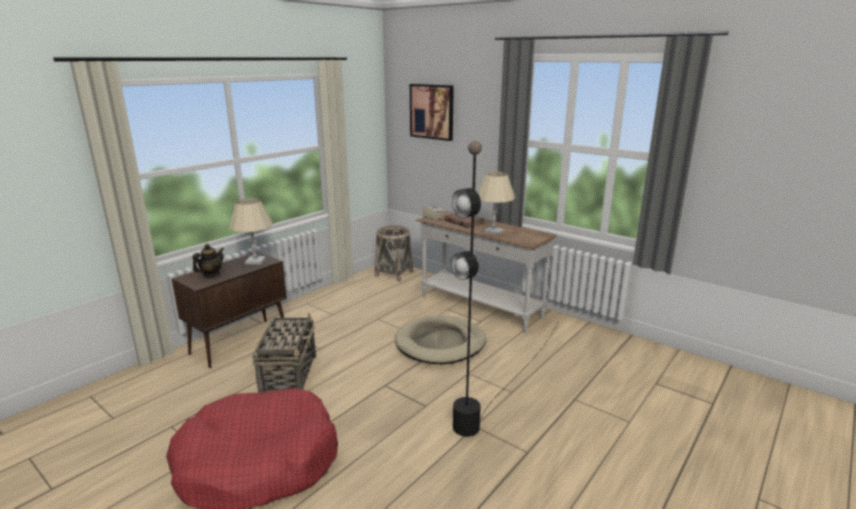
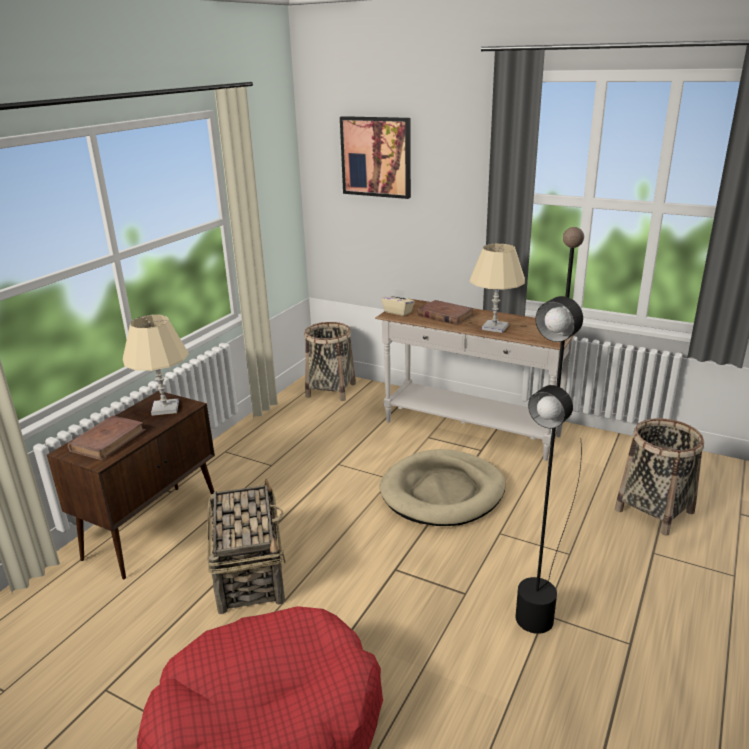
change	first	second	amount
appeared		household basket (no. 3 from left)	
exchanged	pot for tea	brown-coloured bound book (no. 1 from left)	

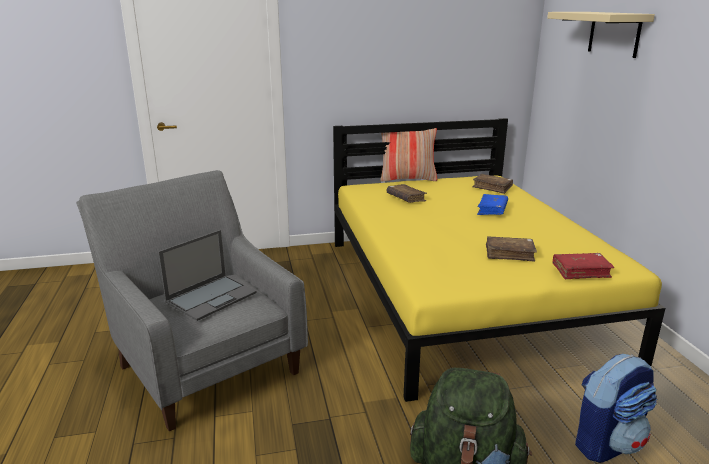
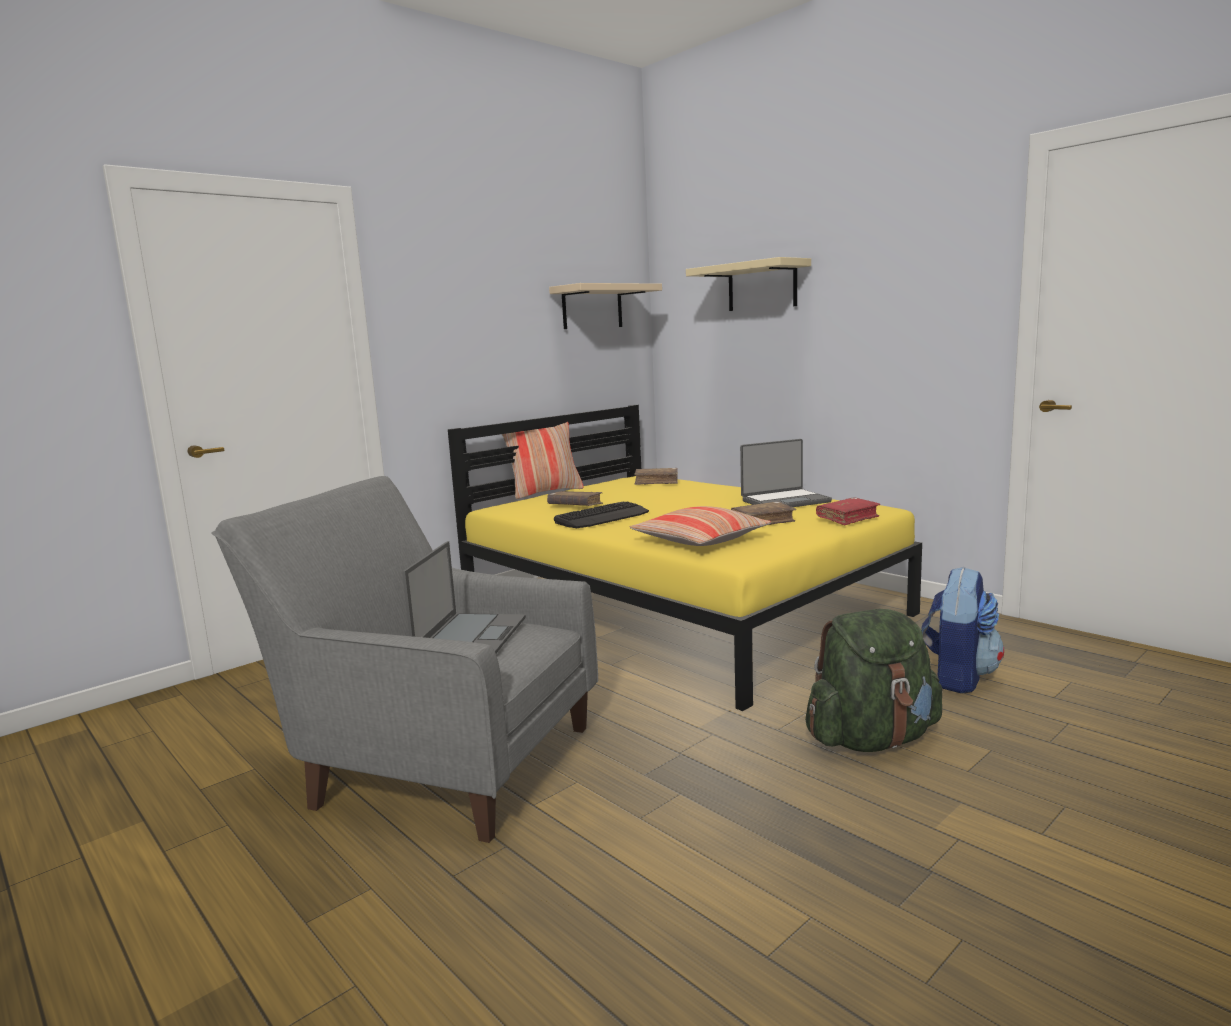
change	first	second	amount
missing	bluish bound book		
appeared		beige-coloured wall shelf (no. 1 from left)	
appeared		keyboard	
appeared		cushion (no. 2 from left)	
appeared		notebook computer (no. 2 from left)	

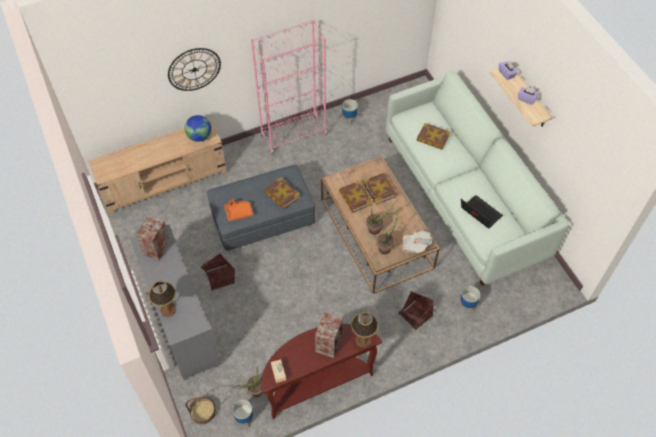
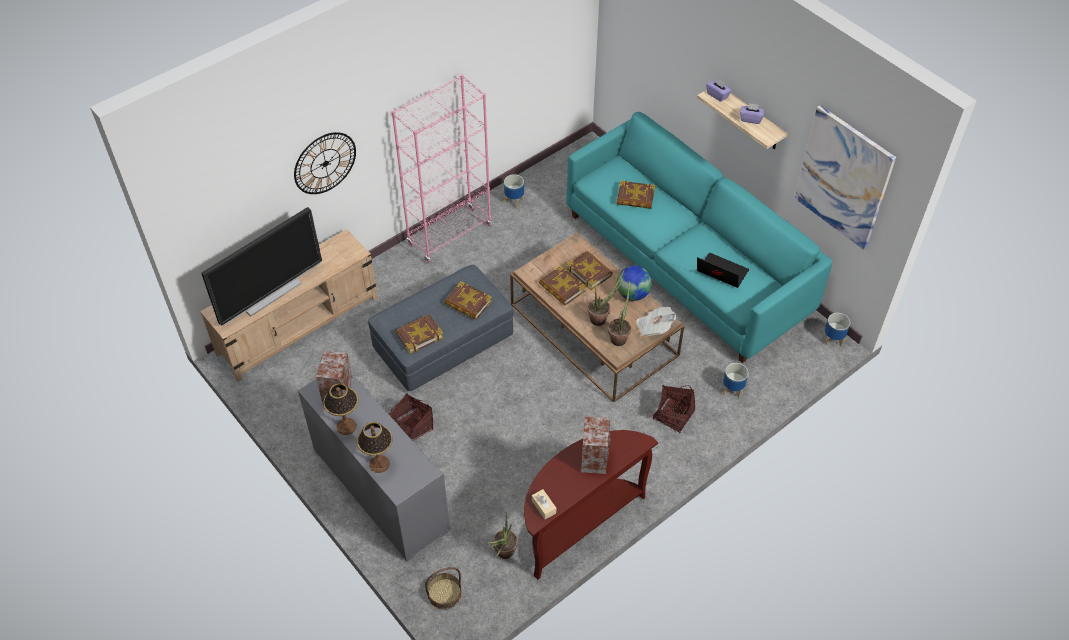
change	first	second	amount
appeared		TV set	
appeared		wall art	
relocated	world globe		
relocated	flower pot (no. 1 from left in the first image)	flower pot (no. 3 from left)	
relocated	table lamp (no. 2 from left in the first image)	table lamp (no. 1 from left)	
exchanged	orange-coloured serving tray	bound book (no. 1 from left)	
colour	white settee	turquoise-coloured settee	

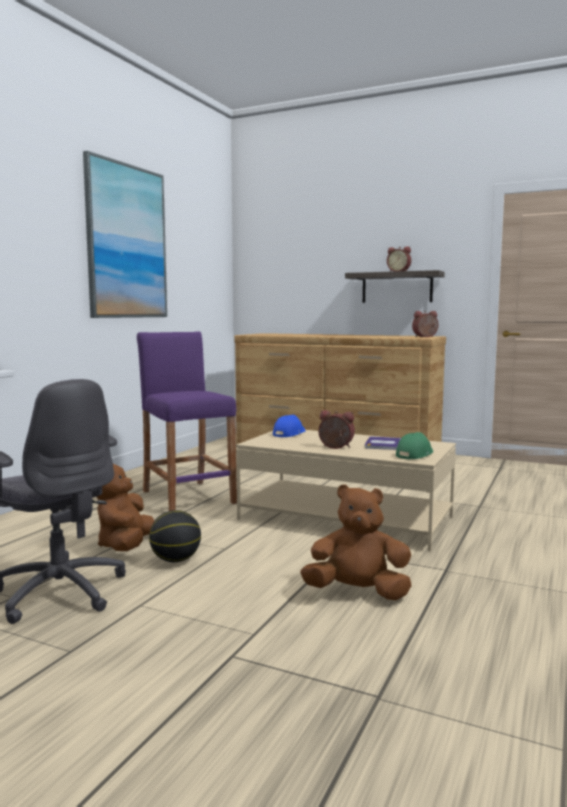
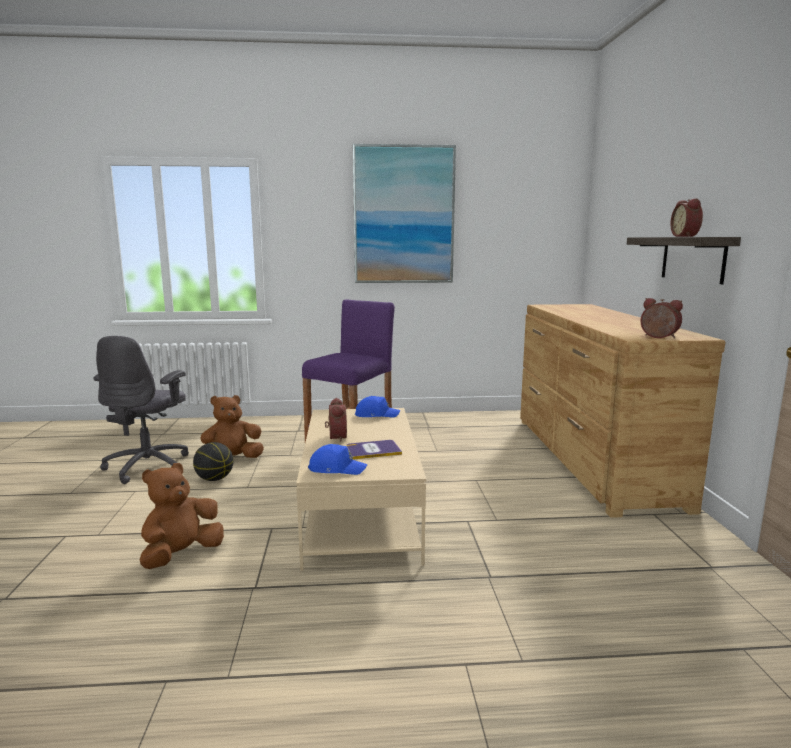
change	first	second	amount
colour	green-coloured cap	bluish cap (no. 1 from left)	
spun	brown-coloured cuddly toy (no. 2 from left in the first image)	brown-coloured cuddly toy (no. 1 from left)	120 degrees counterclockwise

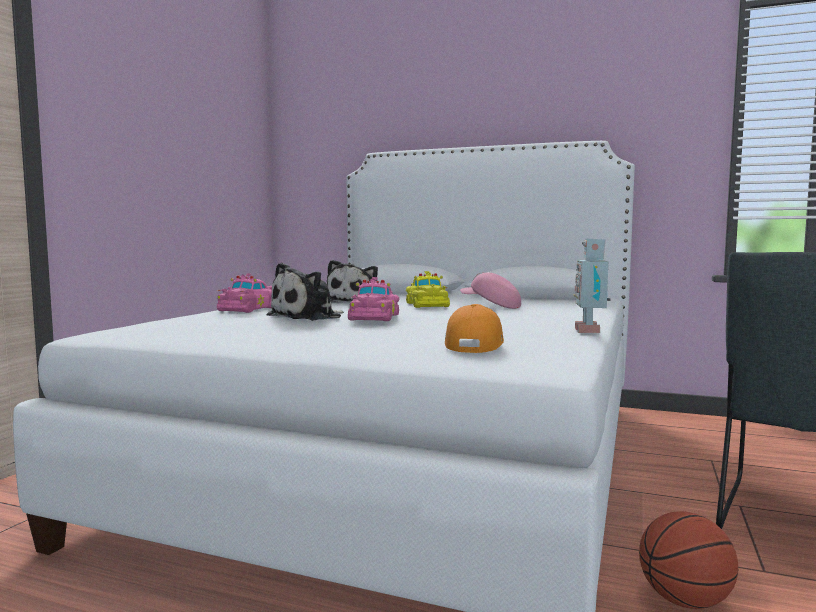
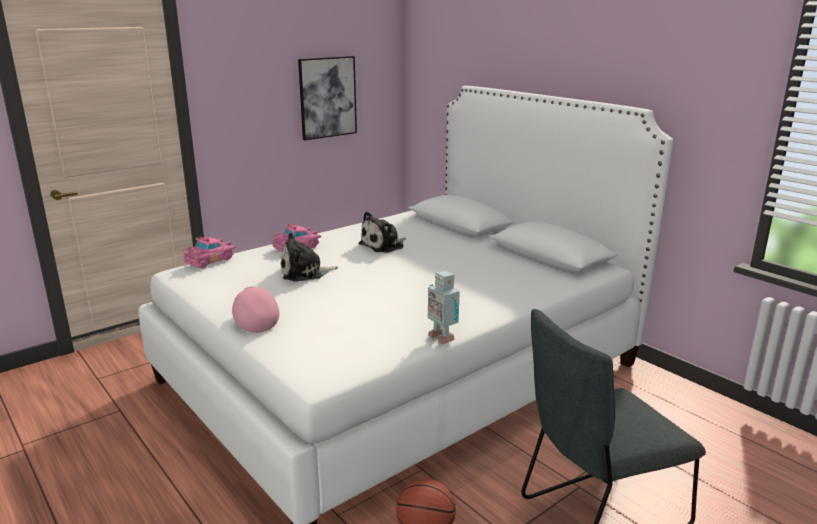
change	first	second	amount
missing	yellow-coloured miniature car		
missing	orange-coloured cap		
appeared		wall art	
relocated	pink-coloured miniature car (no. 2 from left in the first image)	pink-coloured miniature car (no. 1 from left)	
relocated	pink-coloured cap		
spun	model robot		75 degrees counterclockwise

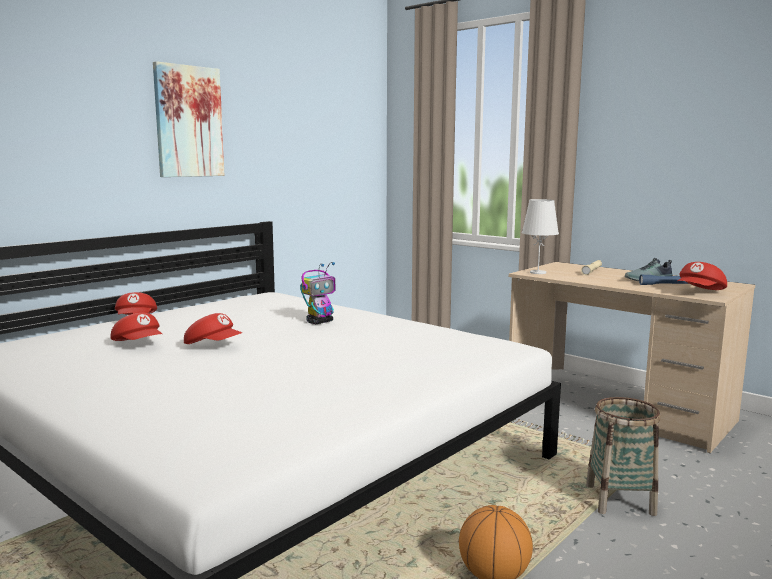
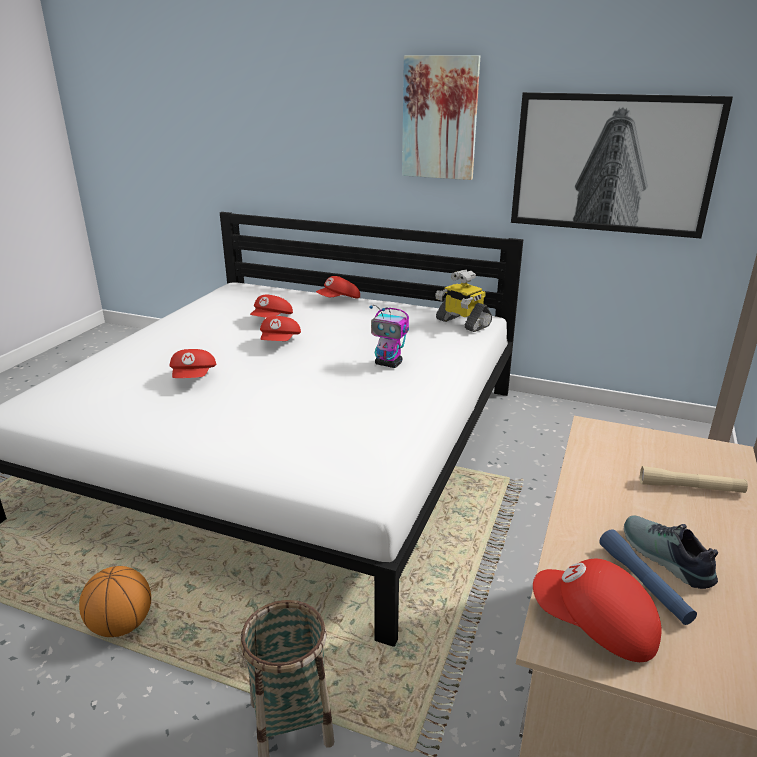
change	first	second	amount
missing	white table lamp		
appeared		reddish cap (no. 1 from left)	
appeared		model robot (no. 2 from left)	
appeared		wall art (no. 2 from left)	

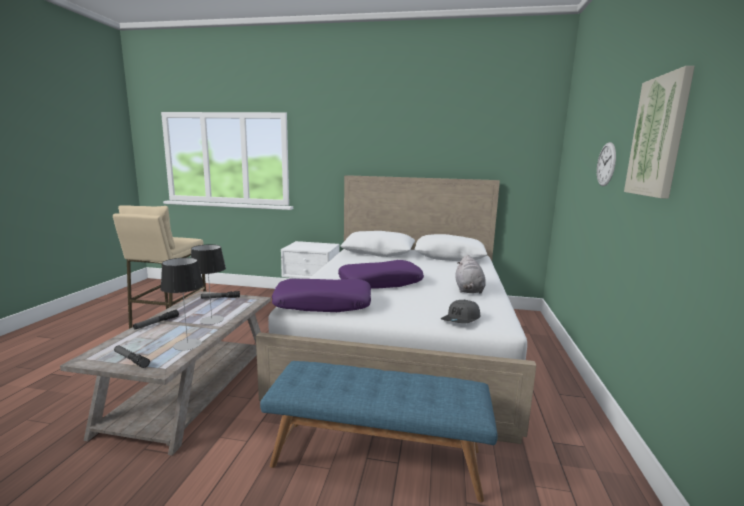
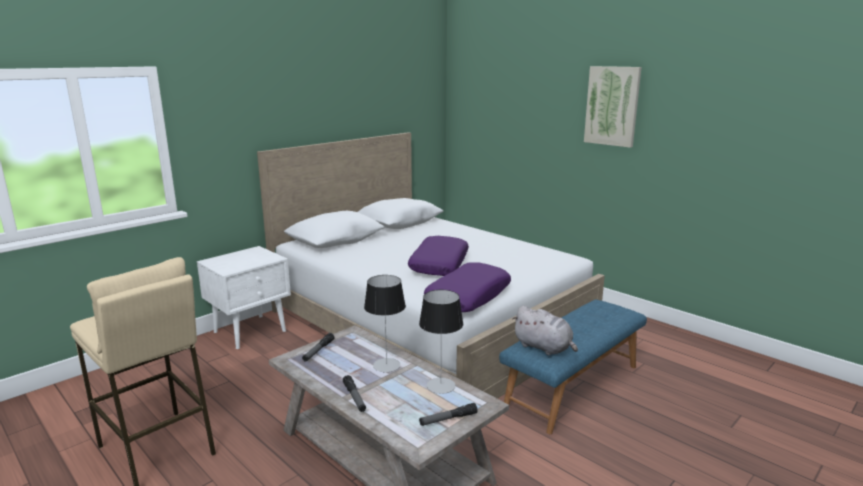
change	first	second	amount
missing	grey cap		
missing	clock on the wall		
relocated	grey cuddly toy		

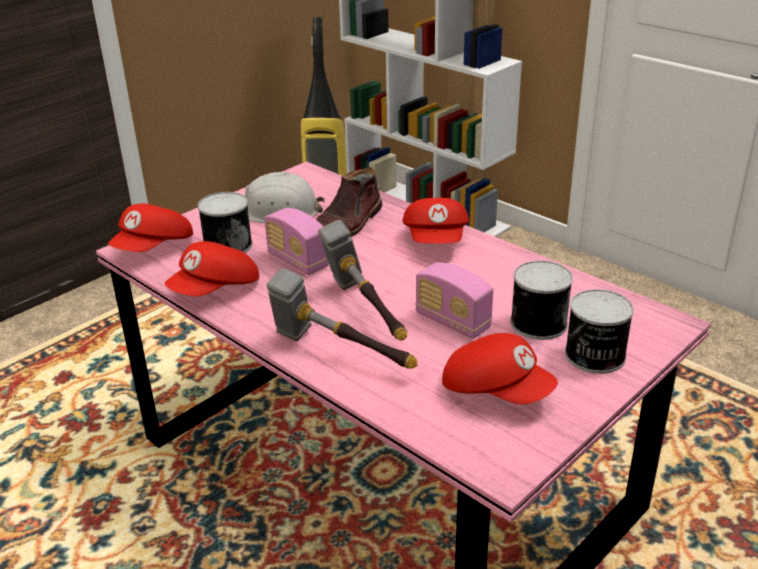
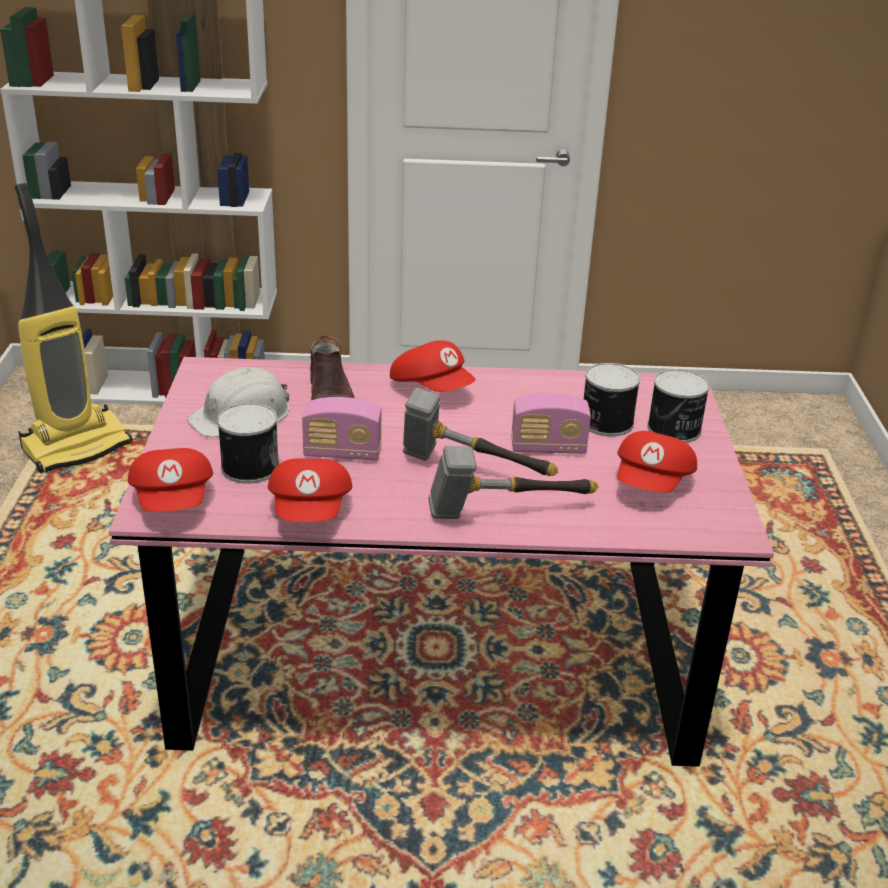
change	first	second	amount
spun	reddish cap (no. 4 from left)		120 degrees clockwise

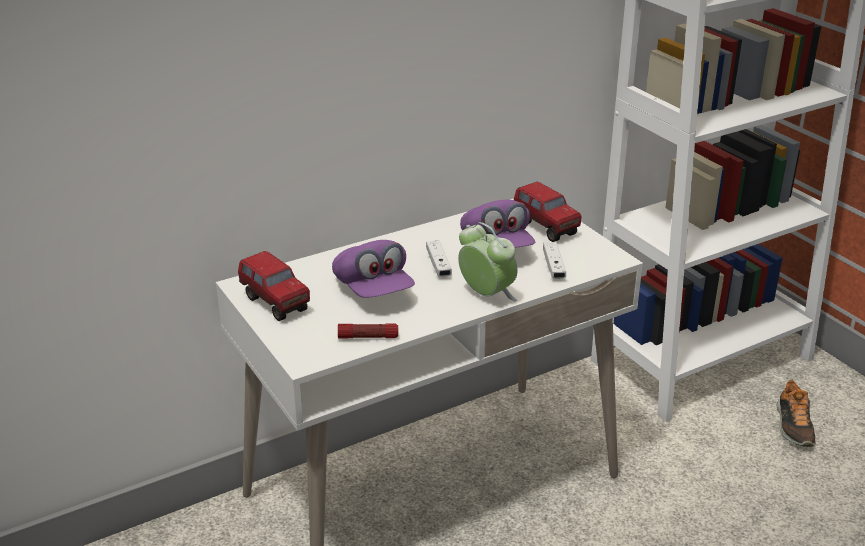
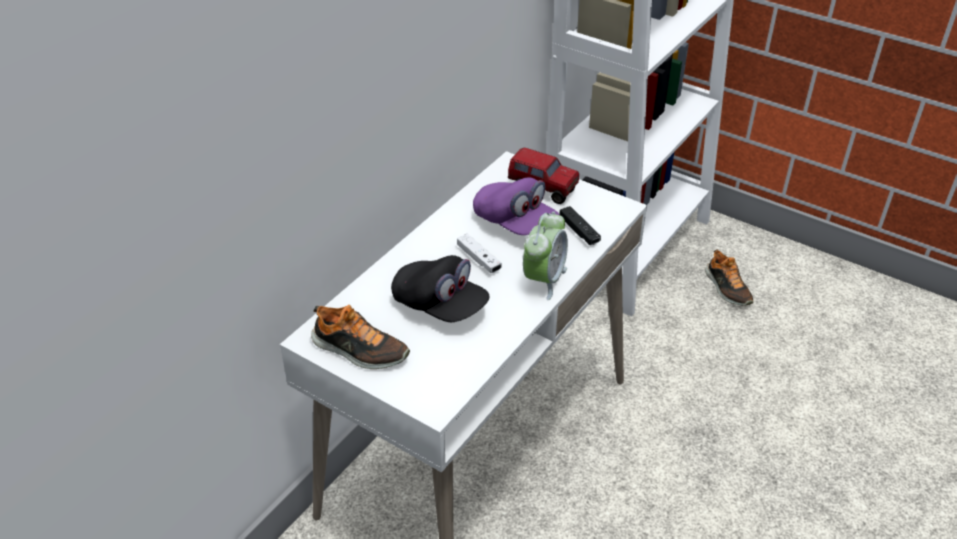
change	first	second	amount
missing	flashlight		
exchanged	toy truck (no. 1 from left)	low shoe (no. 1 from left)	
colour	purplish cap (no. 1 from left)	black cap	
colour	white joypad (no. 2 from left)	black joypad	
spun	table clock		90 degrees clockwise

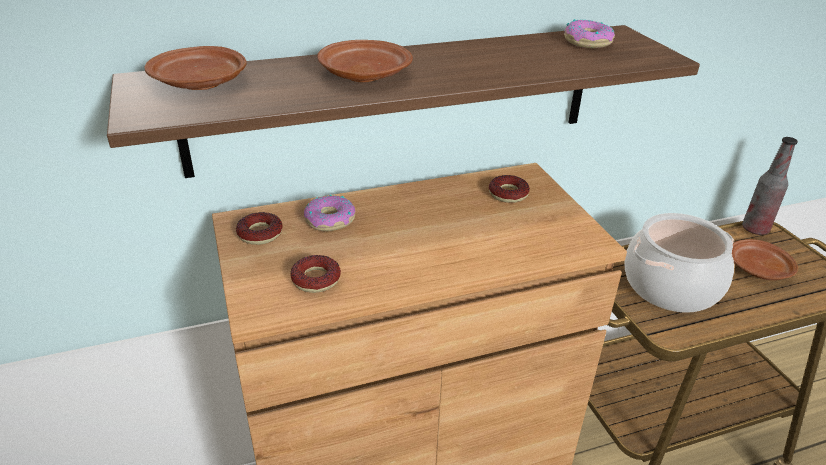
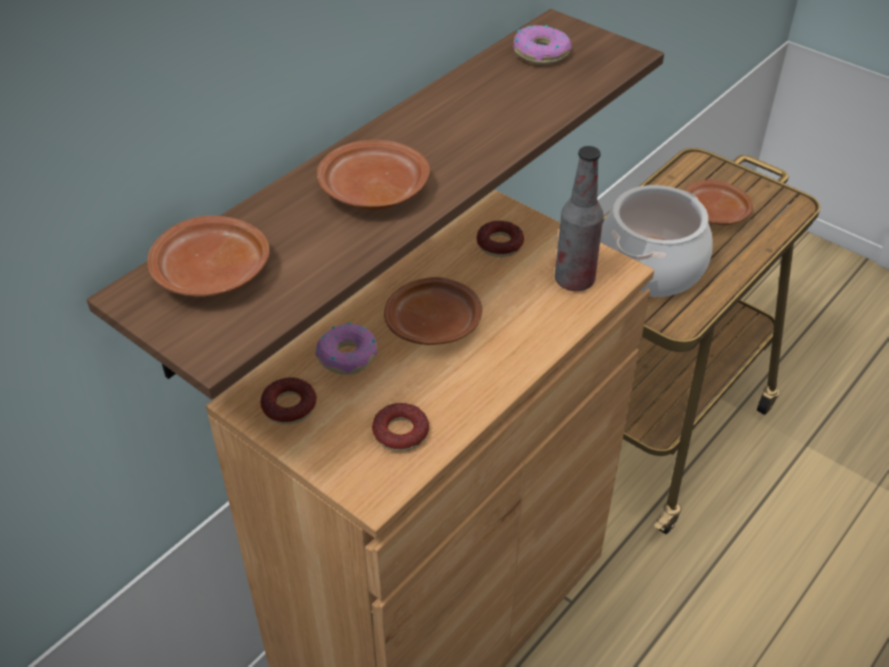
change	first	second	amount
appeared		brown-coloured dinner plate (no. 3 from left)	
relocated	bottle		

